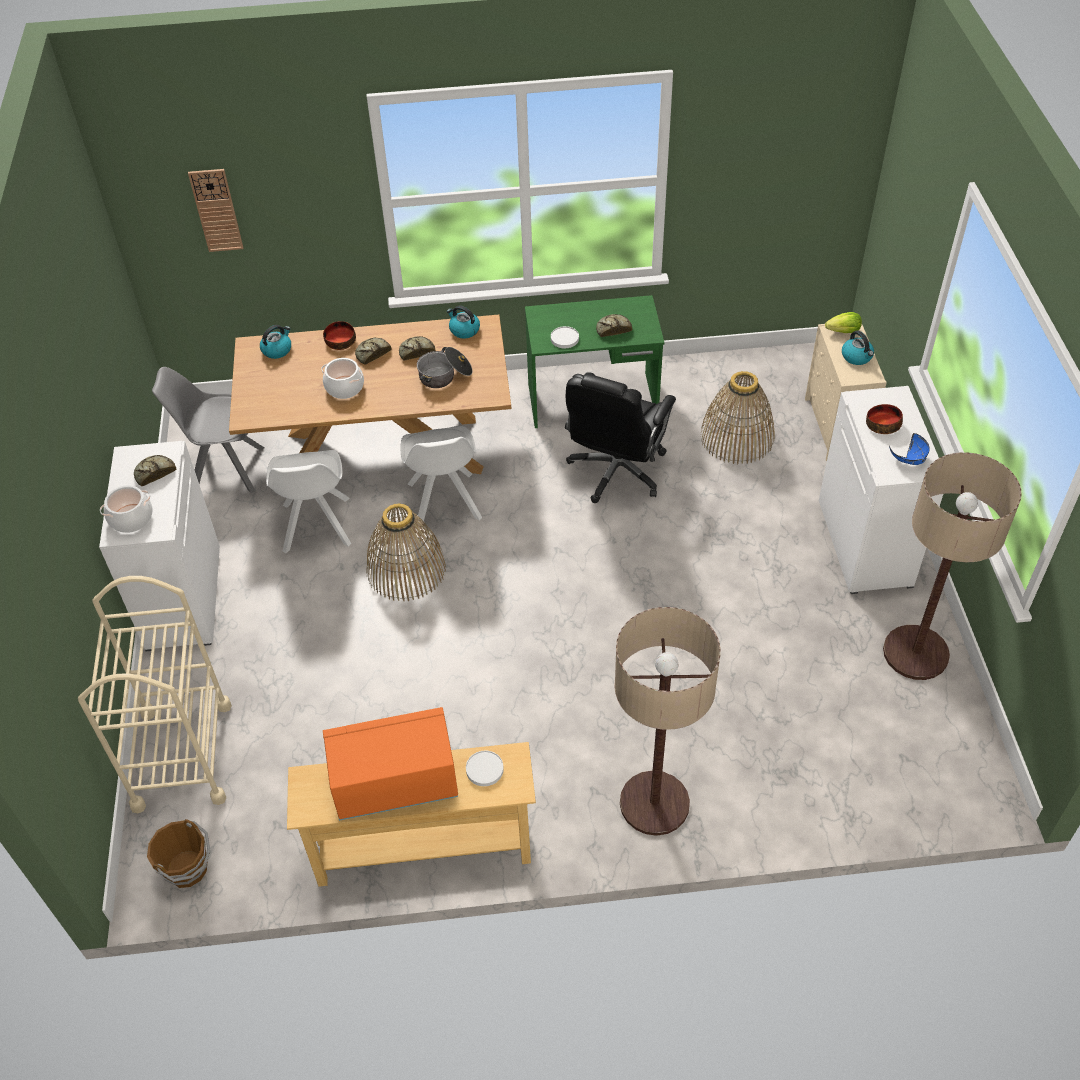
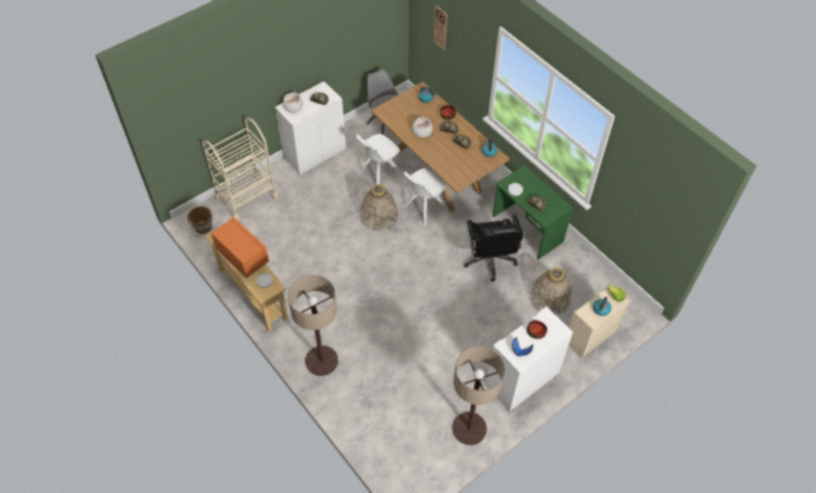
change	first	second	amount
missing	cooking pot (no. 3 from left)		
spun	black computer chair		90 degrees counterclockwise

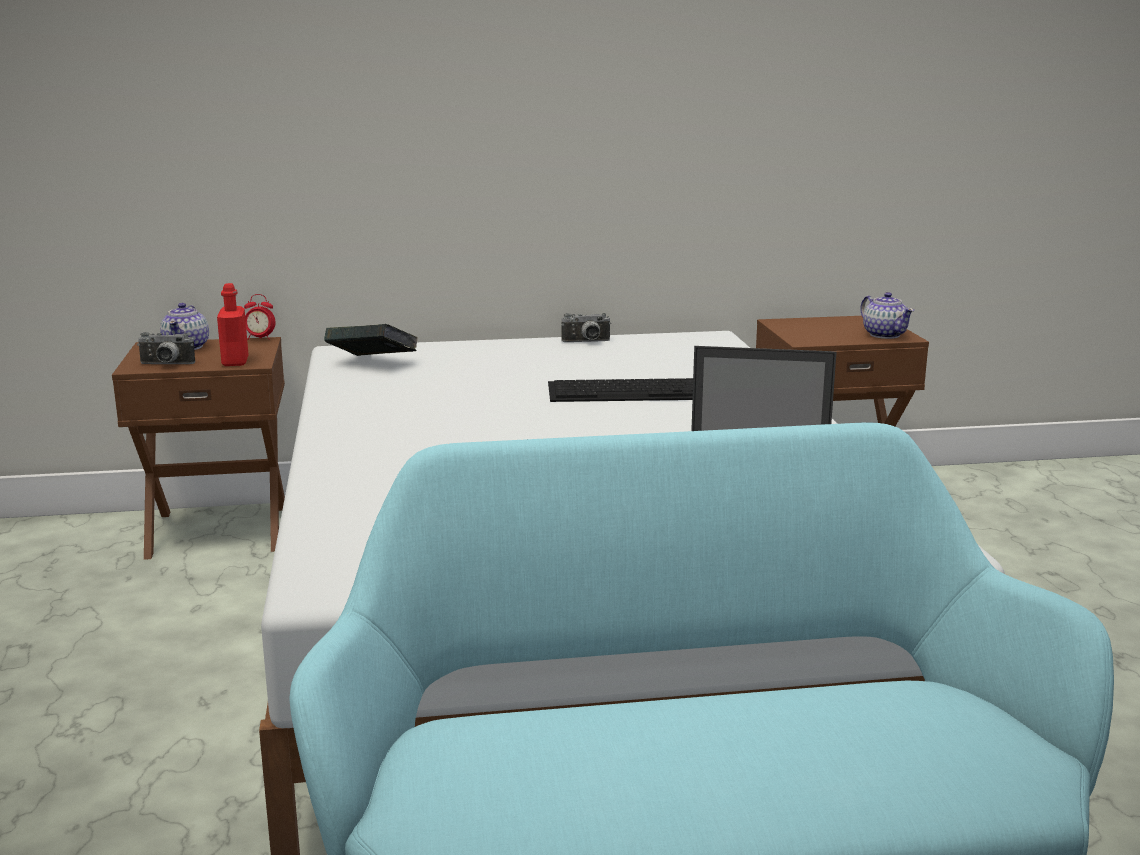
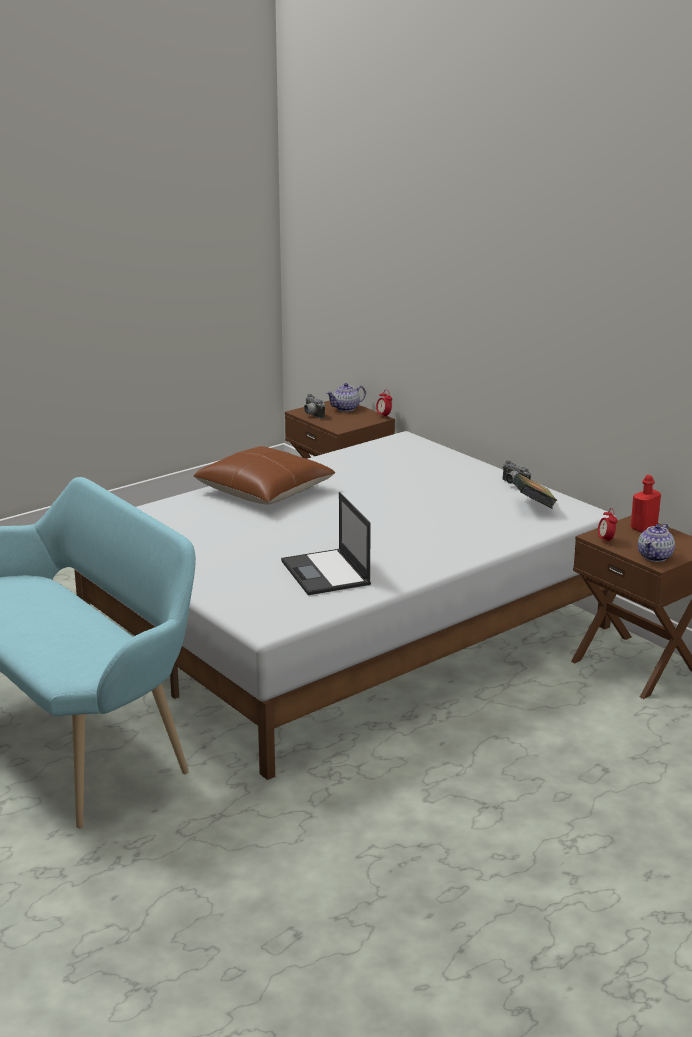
change	first	second	amount
missing	keyboard		
appeared		brown-coloured cushion	
appeared		table clock (no. 2 from left)	
relocated	reddish bottle		
relocated	bound book		

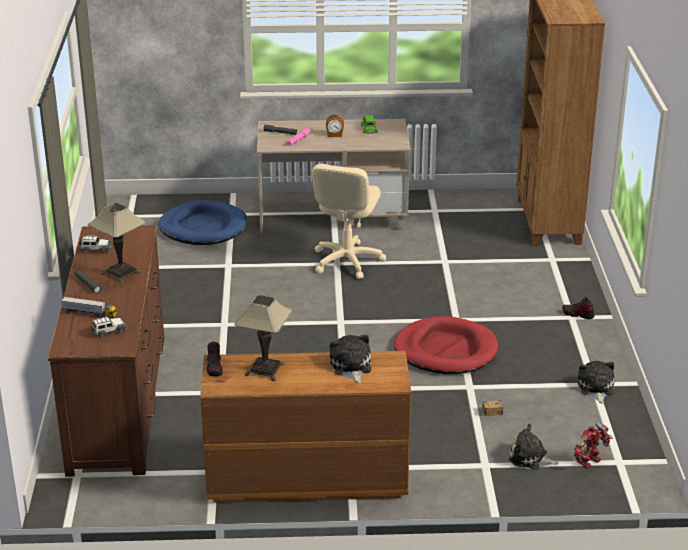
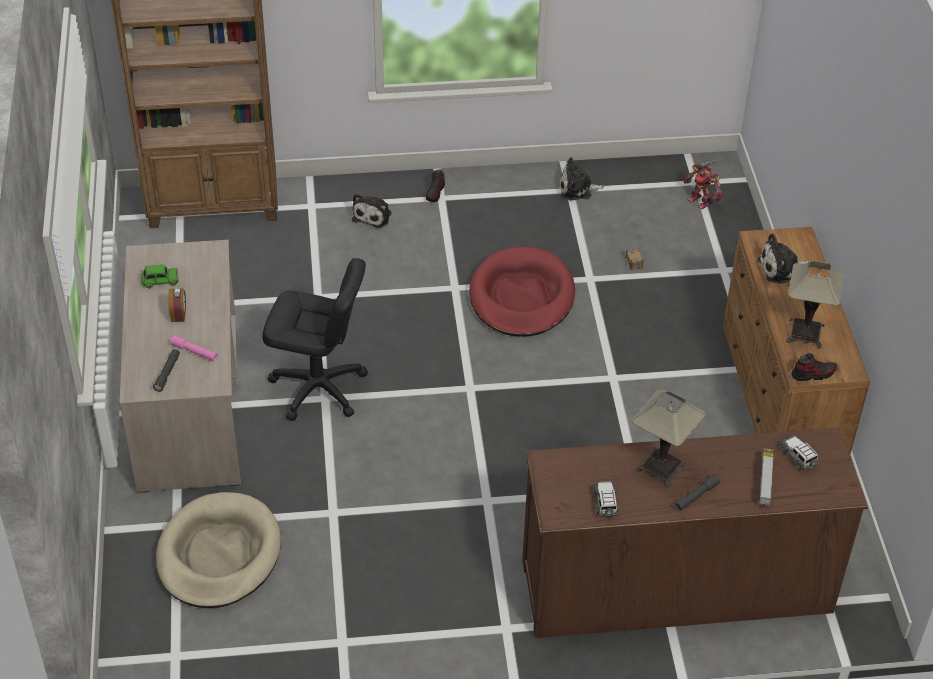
change	first	second	amount
relocated	cuddly toy (no. 2 from left in the first image)	cuddly toy (no. 1 from left)	
colour	bluish pet bed	beige-coloured pet bed	
colour	beige-coloured computer chair	black computer chair	

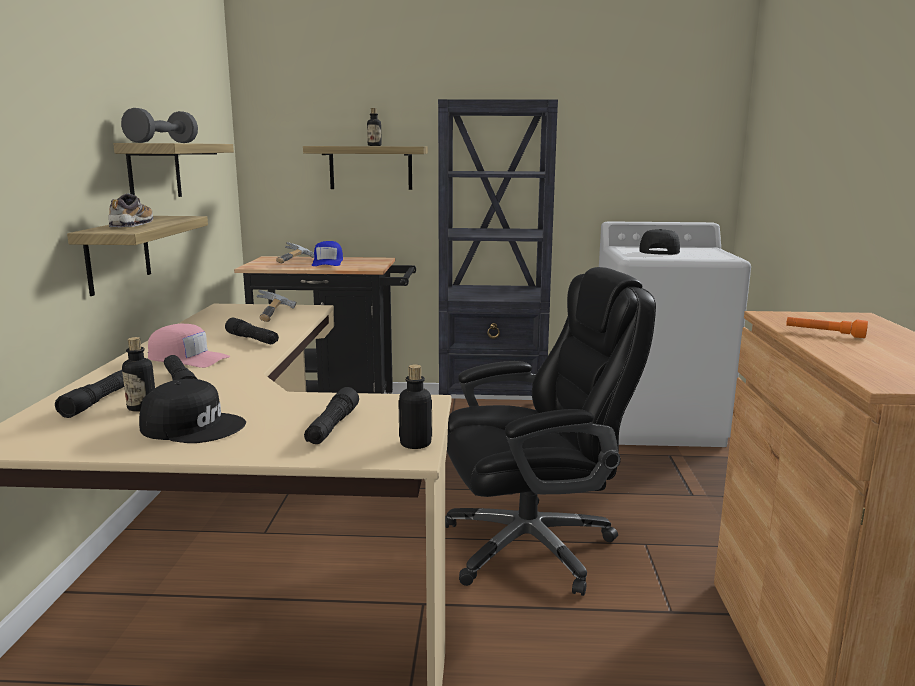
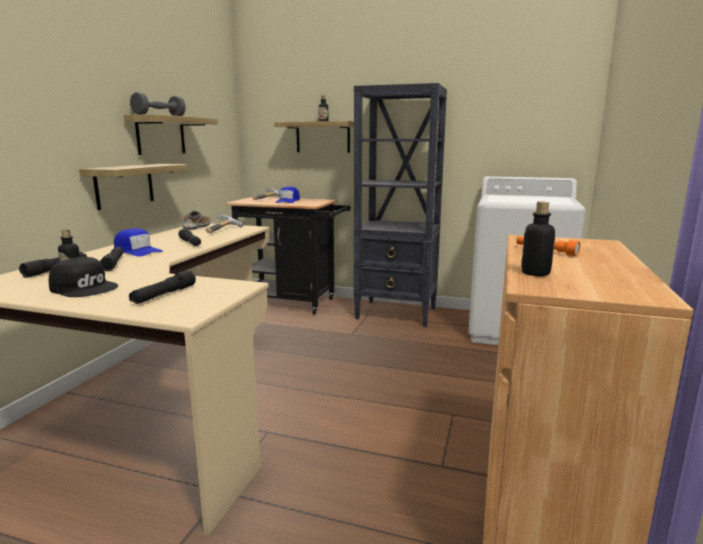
change	first	second	amount
missing	black computer chair		
missing	black cap (no. 2 from left)		
relocated	low shoe		
relocated	bottle (no. 3 from left)		
colour	pink-coloured cap	bluish cap (no. 1 from left)	

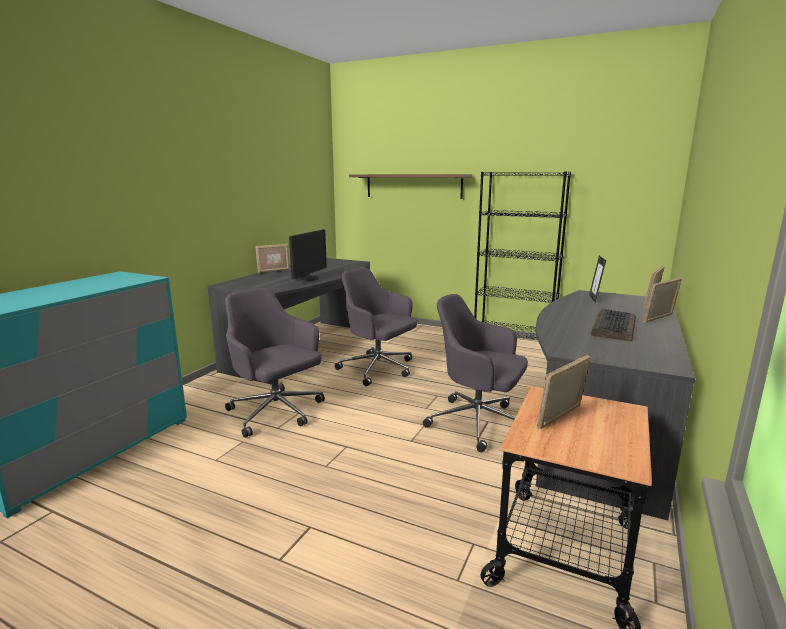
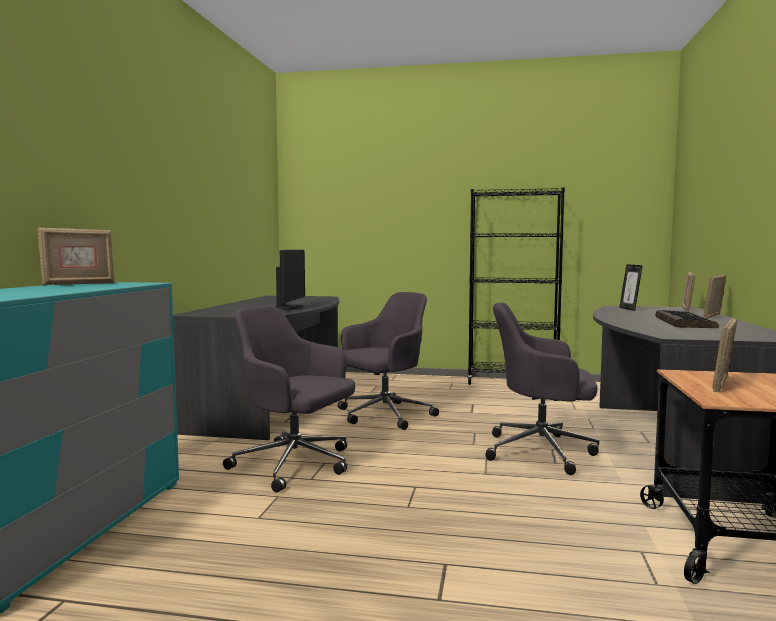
change	first	second	amount
missing	wall shelf		
relocated	picture frame (no. 1 from left)		
spun	grey computer chair (no. 2 from left)		120 degrees clockwise

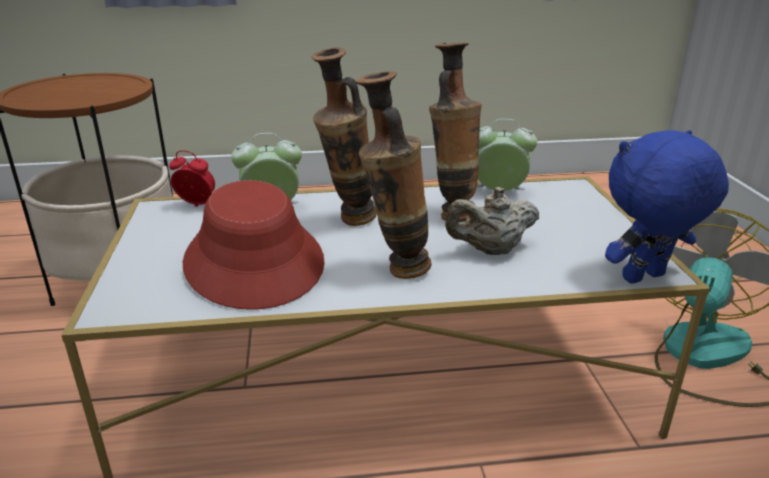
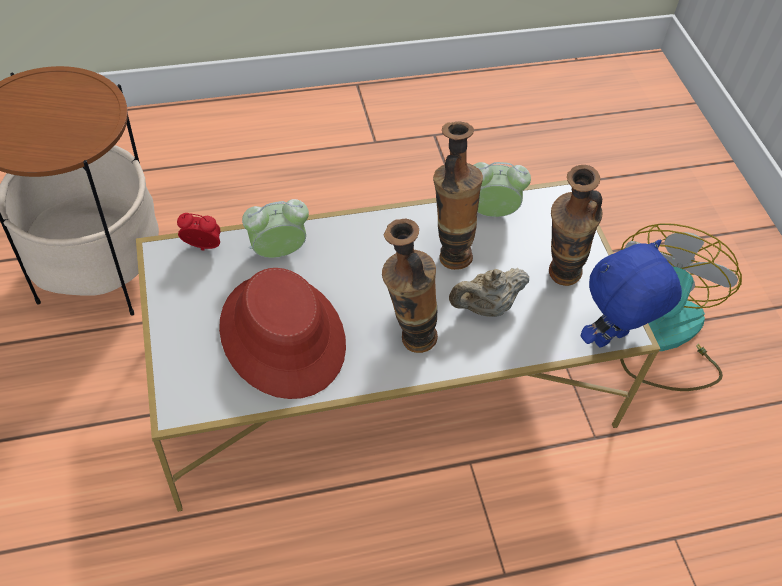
change	first	second	amount
relocated	flower vase (no. 1 from left in the first image)	flower vase (no. 3 from left)	

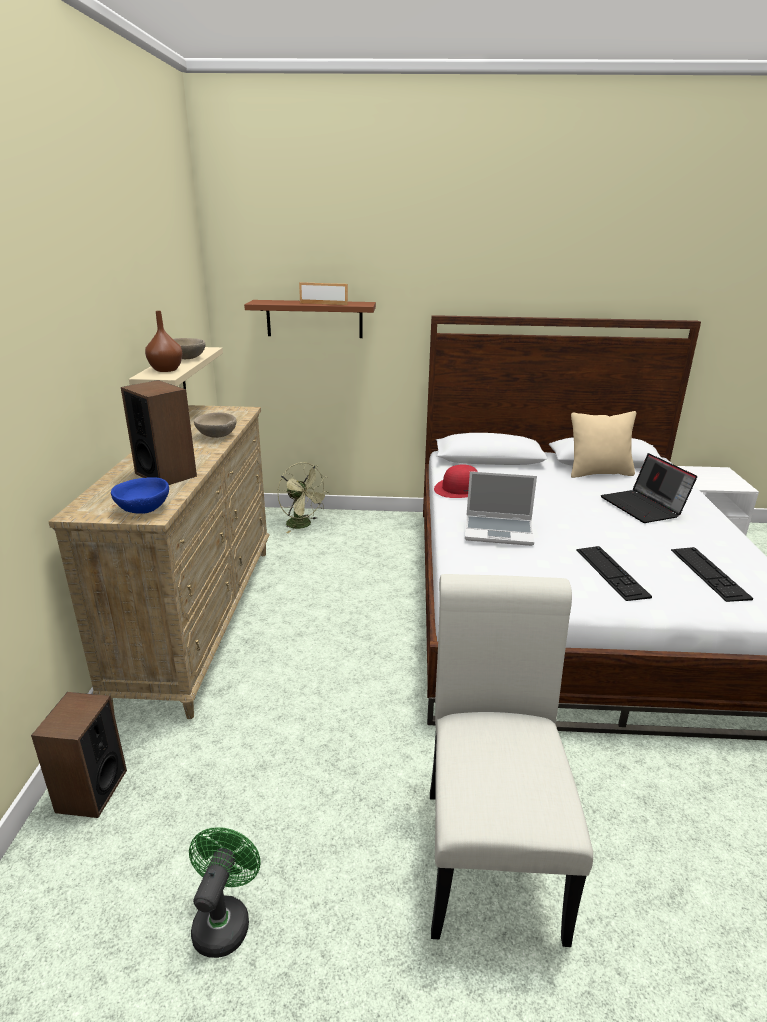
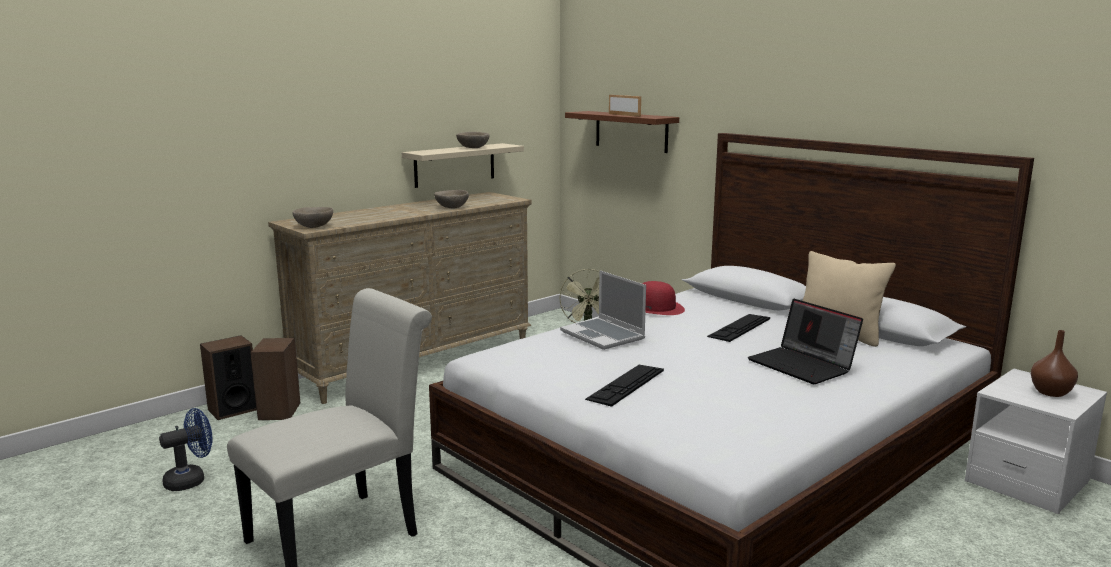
change	first	second	amount
relocated	audio speaker (no. 2 from left)		
relocated	brown-coloured flower vase		
relocated	keyboard (no. 2 from left)		
colour	bluish bowl	beige-coloured bowl (no. 1 from left)	
colour	green-coloured cooling fan (no. 1 from left)	bluish cooling fan	
spun	notebook computer (no. 2 from left)		60 degrees counterclockwise

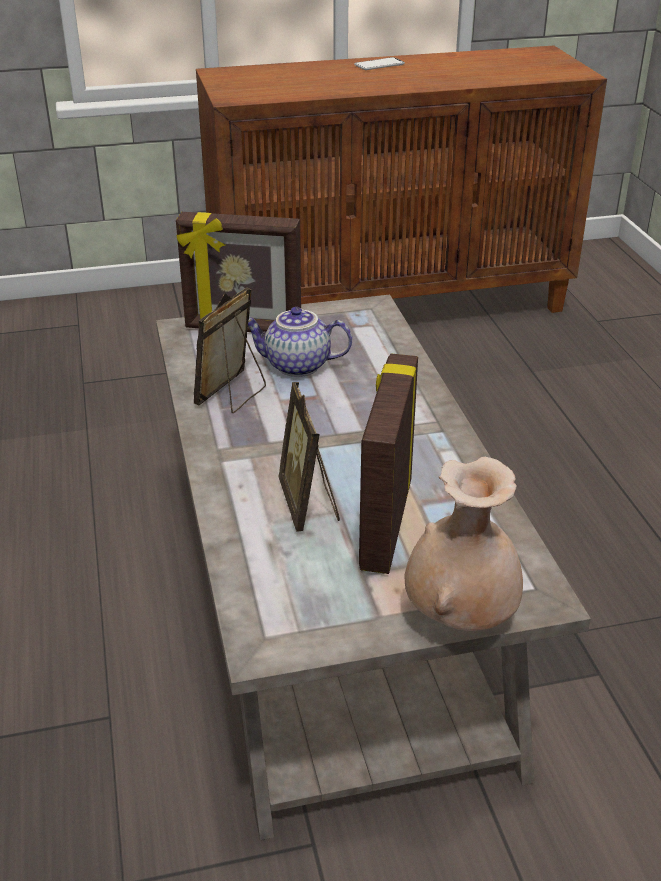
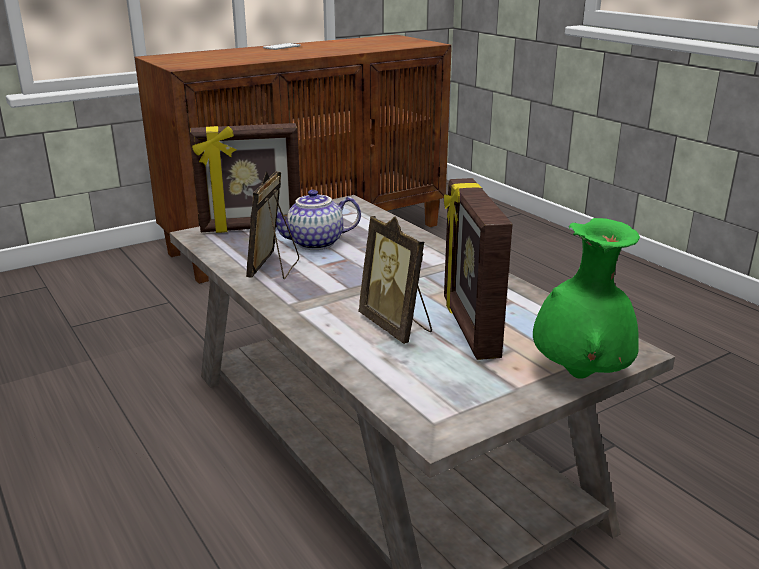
change	first	second	amount
colour	beige-coloured flower vase	green-coloured flower vase	

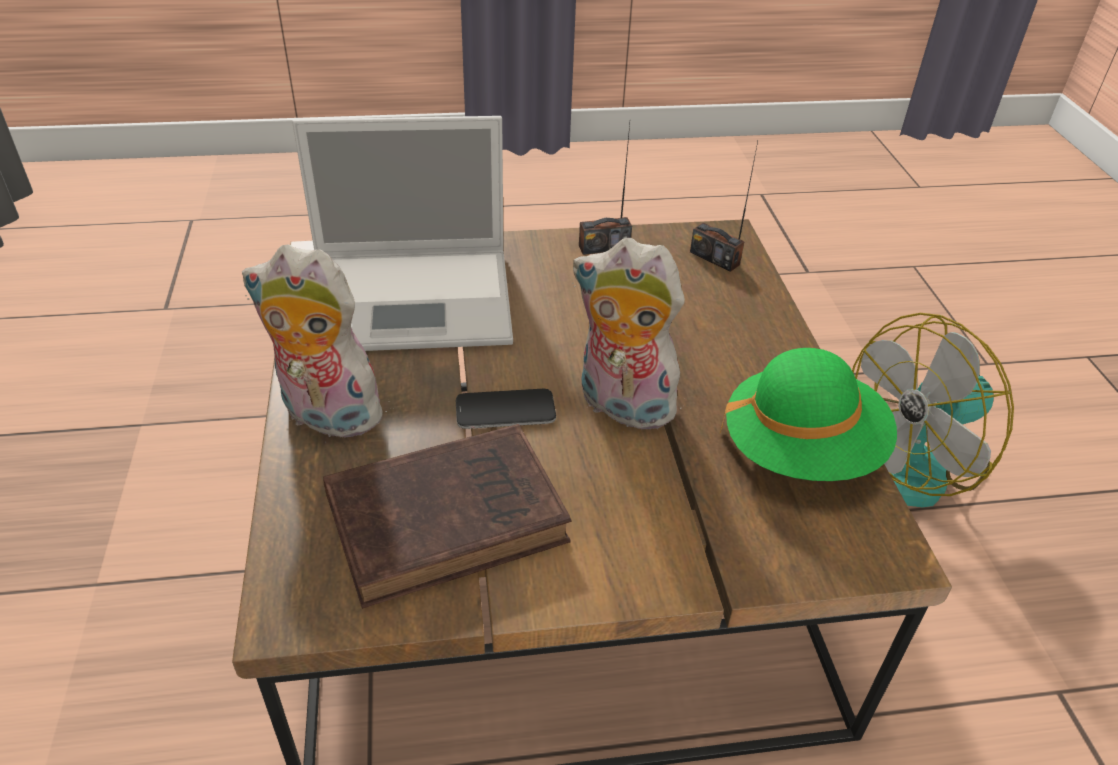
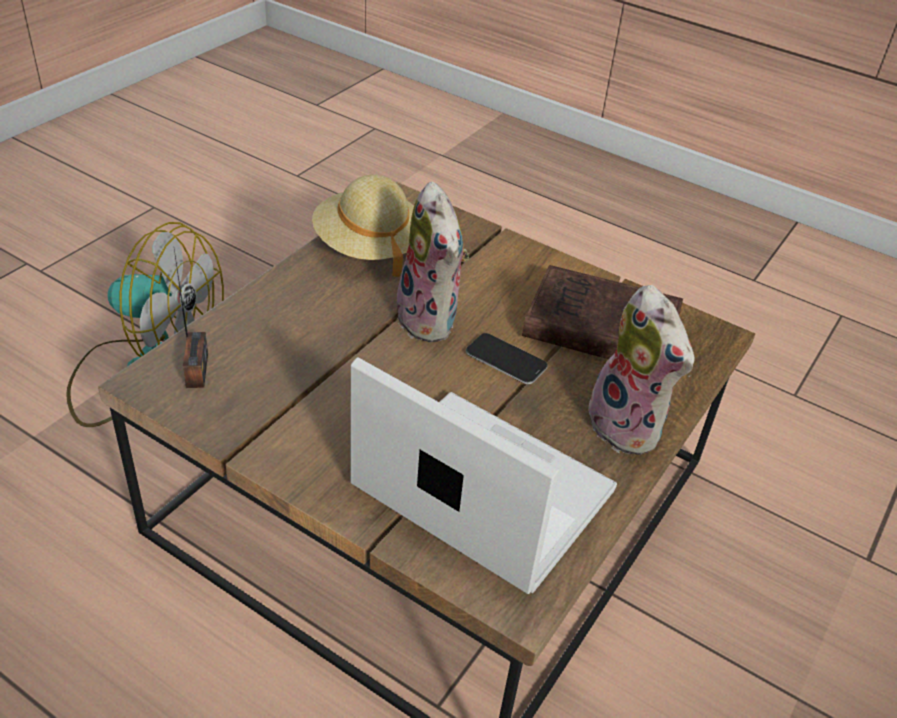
change	first	second	amount
missing	radio receiver (no. 1 from left)		
colour	green-coloured hat	beige-coloured hat	

